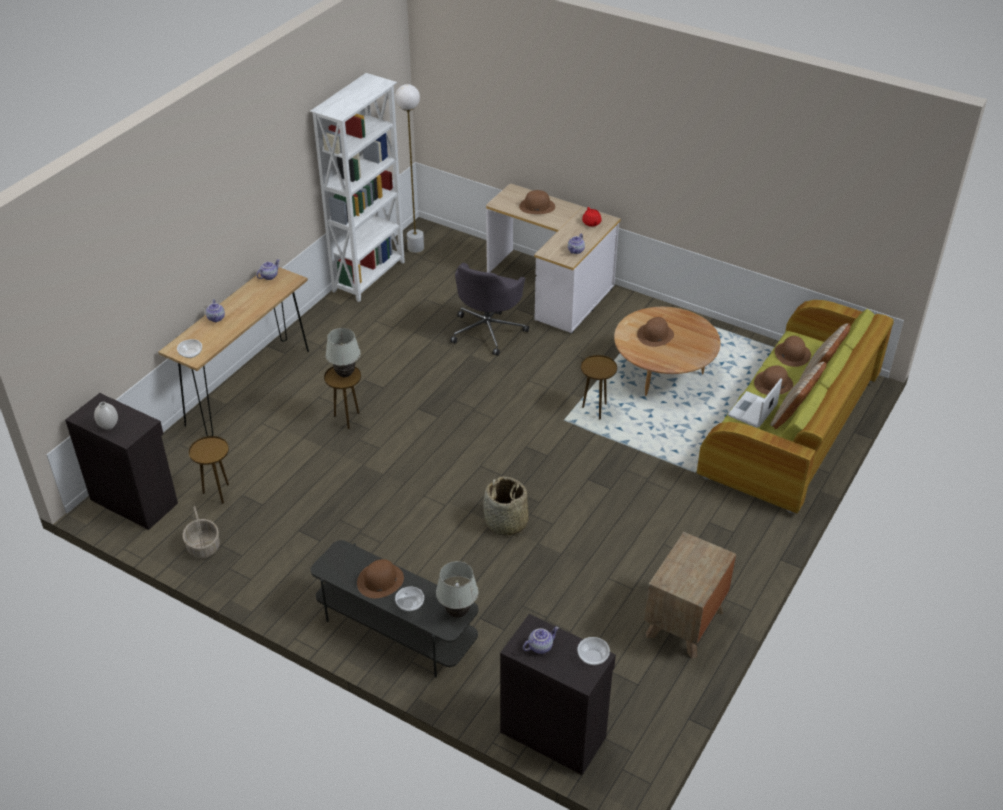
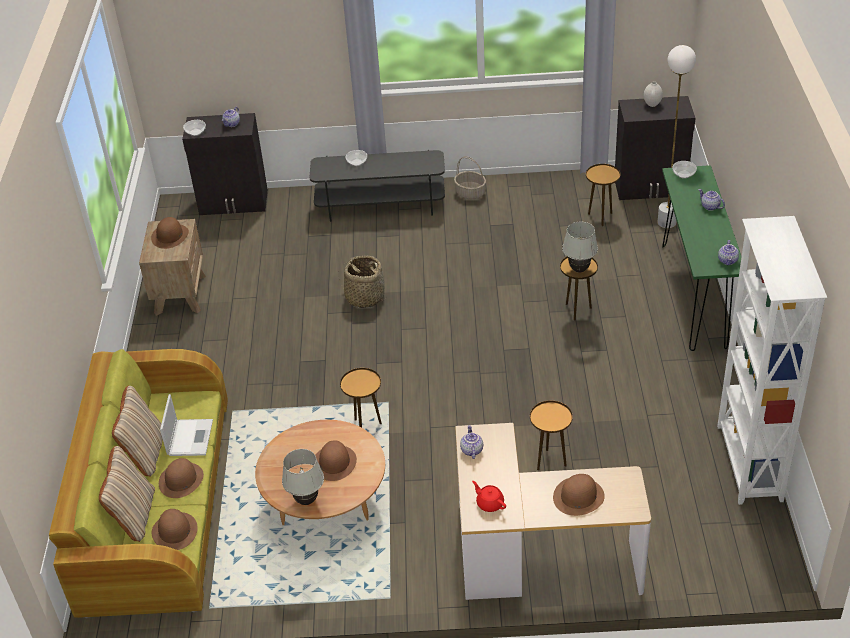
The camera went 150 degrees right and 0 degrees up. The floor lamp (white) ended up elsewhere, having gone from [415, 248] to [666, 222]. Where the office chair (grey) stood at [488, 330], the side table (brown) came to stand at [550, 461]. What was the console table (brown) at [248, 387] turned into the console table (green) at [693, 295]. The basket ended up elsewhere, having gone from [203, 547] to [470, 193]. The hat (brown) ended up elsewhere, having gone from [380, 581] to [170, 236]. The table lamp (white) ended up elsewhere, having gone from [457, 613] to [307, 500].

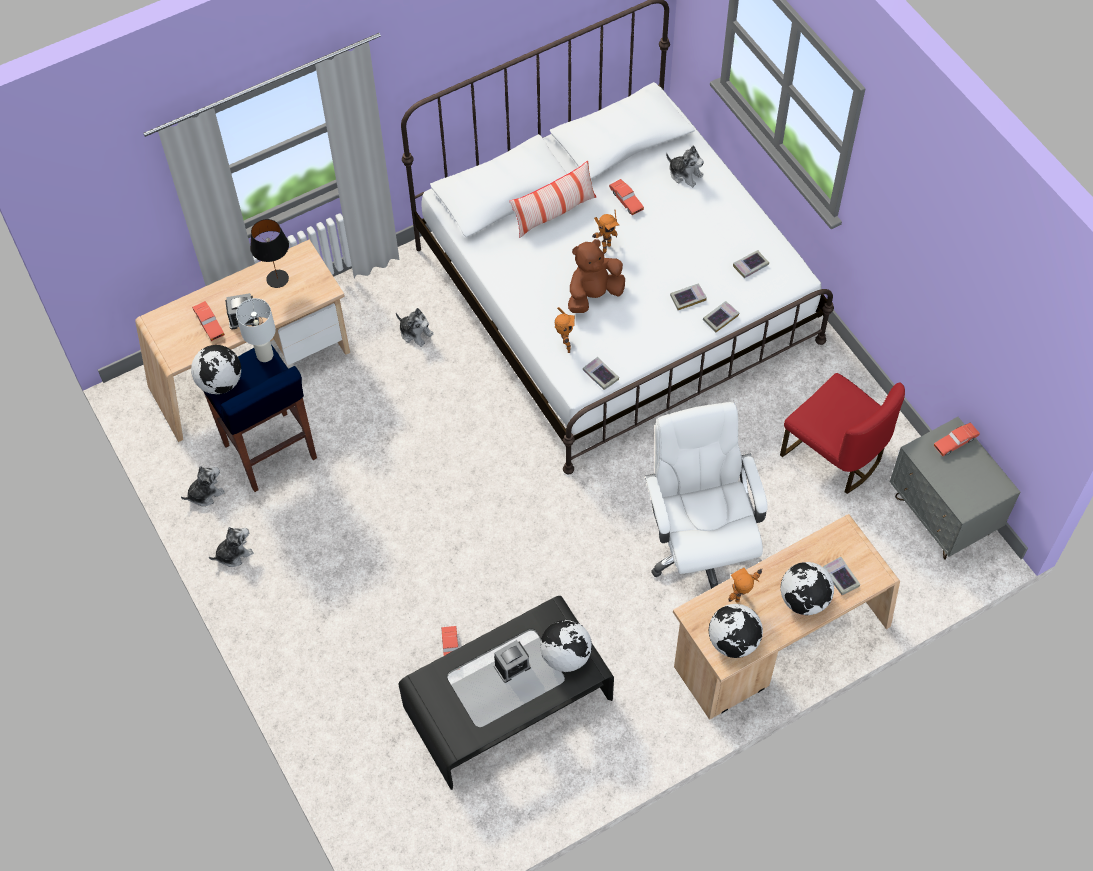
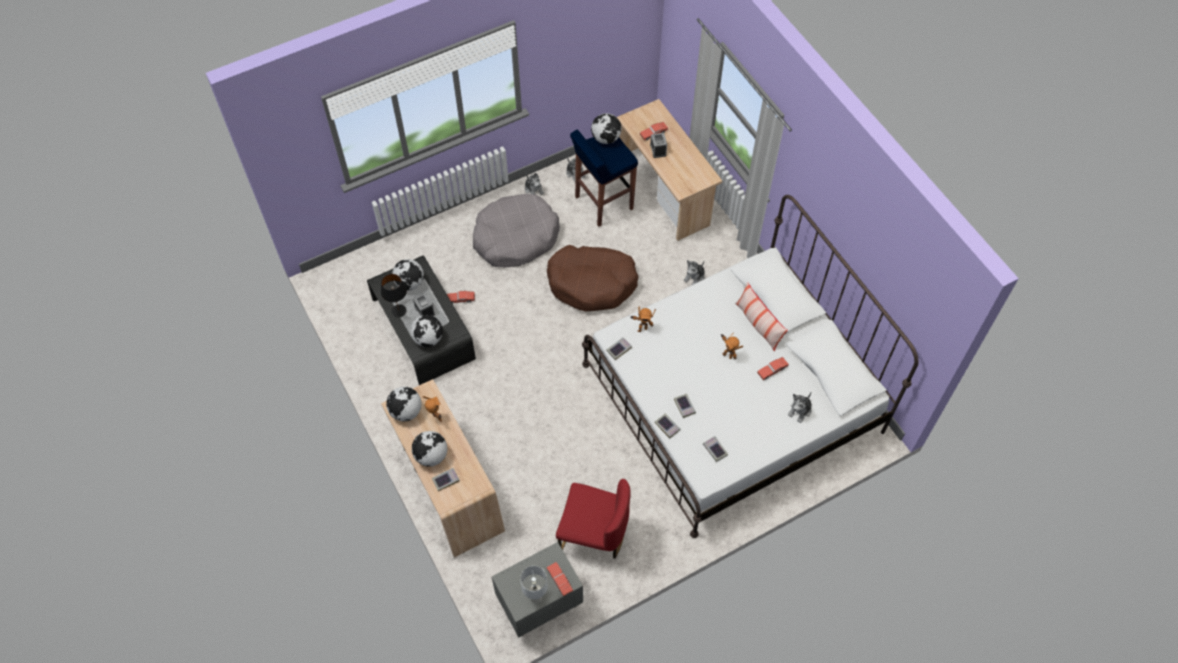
The camera went 90 degrees right and 0 degrees up. The table lamp (black) ended up elsewhere, having gone from [277, 279] to [398, 310]. The second view lost the plush toy (brown) at [593, 295]. The table lamp (white) ended up elsewhere, having gone from [264, 355] to [535, 597]. The chair (red) at [834, 455] ended up facing another way, 120 degrees counterclockwise from before. The second view lost the office chair (white) at [699, 547]. The second view gained the dog bed (grey) at [515, 238]. The second view gained the dog bed (brown) at [592, 283]. The second view gained the globe at [410, 283].

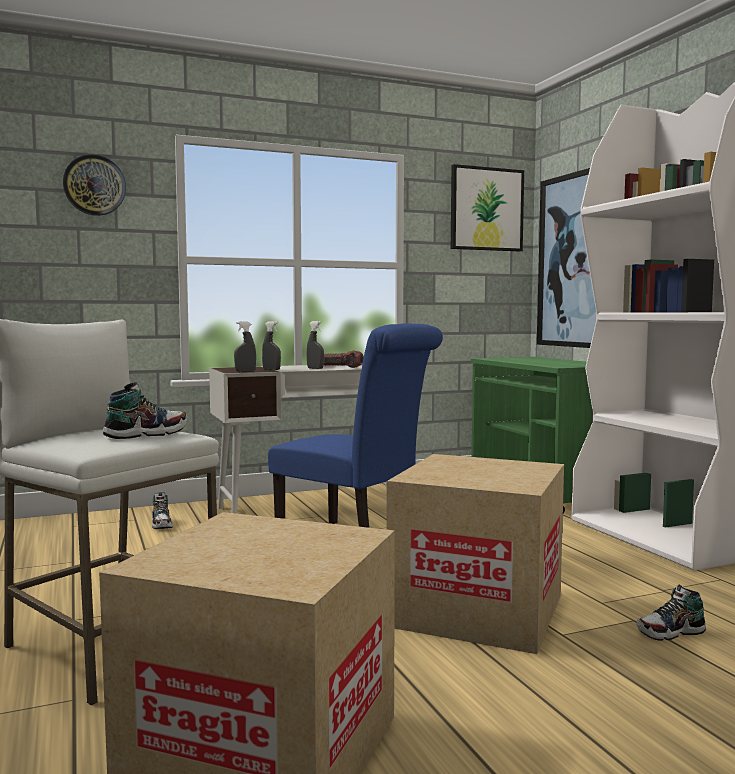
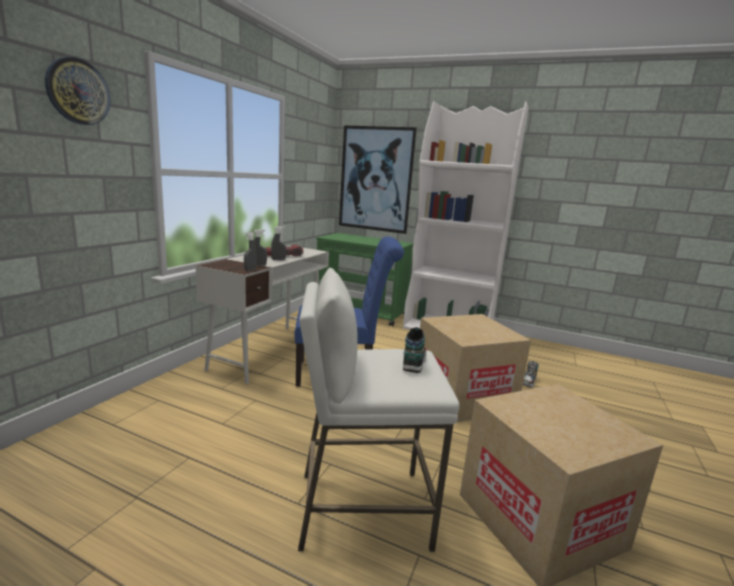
The camera went 45 degrees left and 10 degrees up. The second view lost the picture at [486, 209]. The second view lost the shoe at [162, 524].

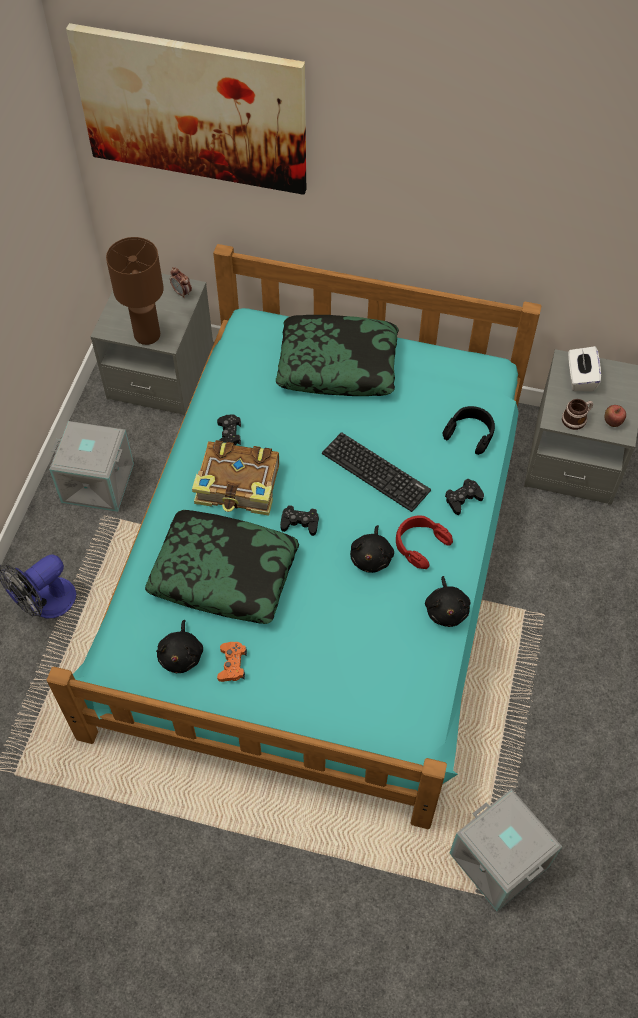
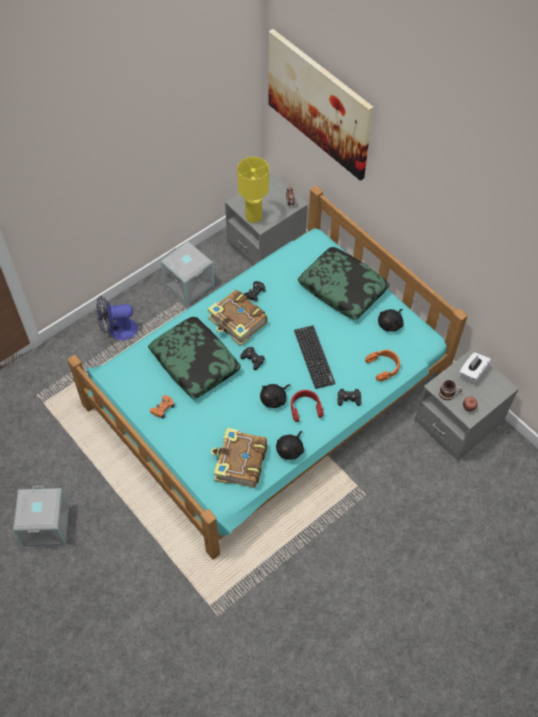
The camera went 35 degrees right and 0 degrees up. What was the table lamp (brown) at [146, 335] turned into the table lamp (yellow) at [253, 216]. What was the headphones (black) at [470, 433] turned into the headphones (orange) at [383, 367]. The plush toy (black) ended up elsewhere, having gone from [181, 655] to [390, 324]. The storage box (grey) ended up elsewhere, having gone from [500, 859] to [47, 526]. The second view gained the book at [239, 463].

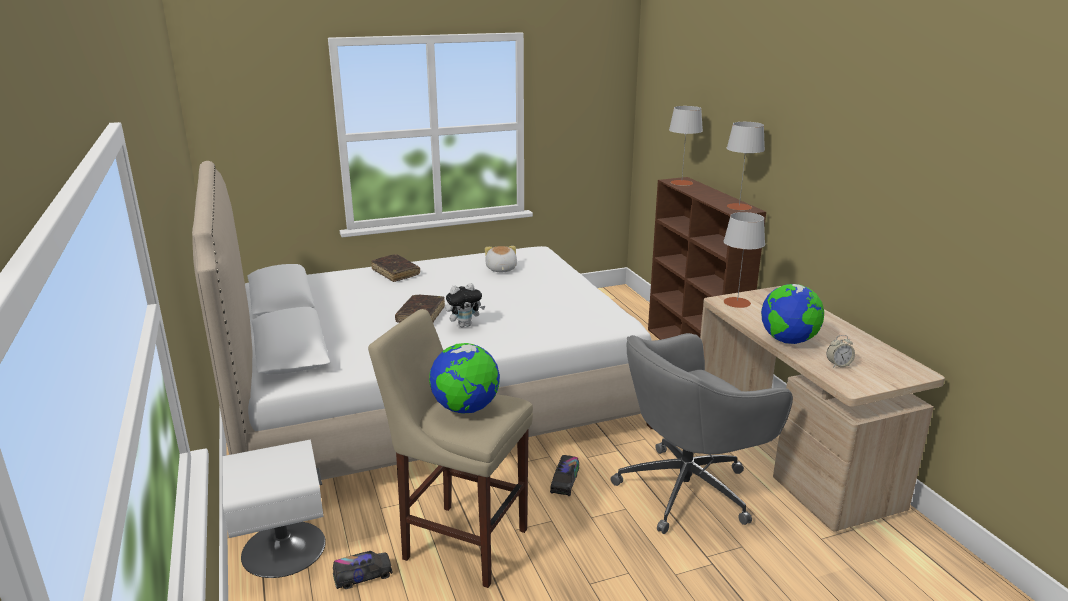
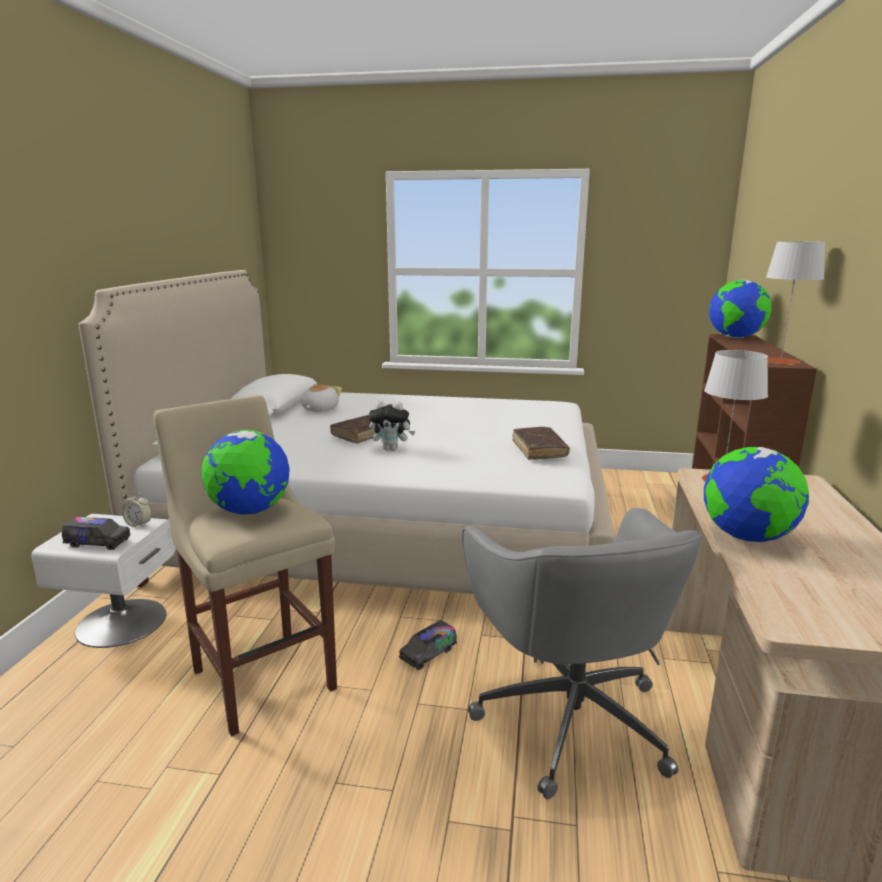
The camera went 30 degrees right and 5 degrees down. Where the table lamp (grey) stood at [681, 183], the globe came to stand at [735, 338]. The plush toy ended up elsewhere, having gone from [500, 269] to [319, 409]. The book (brown) ended up elsewhere, having gone from [395, 273] to [539, 450]. The office chair (grey) at [688, 489] ended up facing another way, 105 degrees counterclockwise from before. The alarm clock ended up elsewhere, having gone from [838, 365] to [139, 524]. The toy truck ended up elsewhere, having gone from [363, 576] to [98, 543].

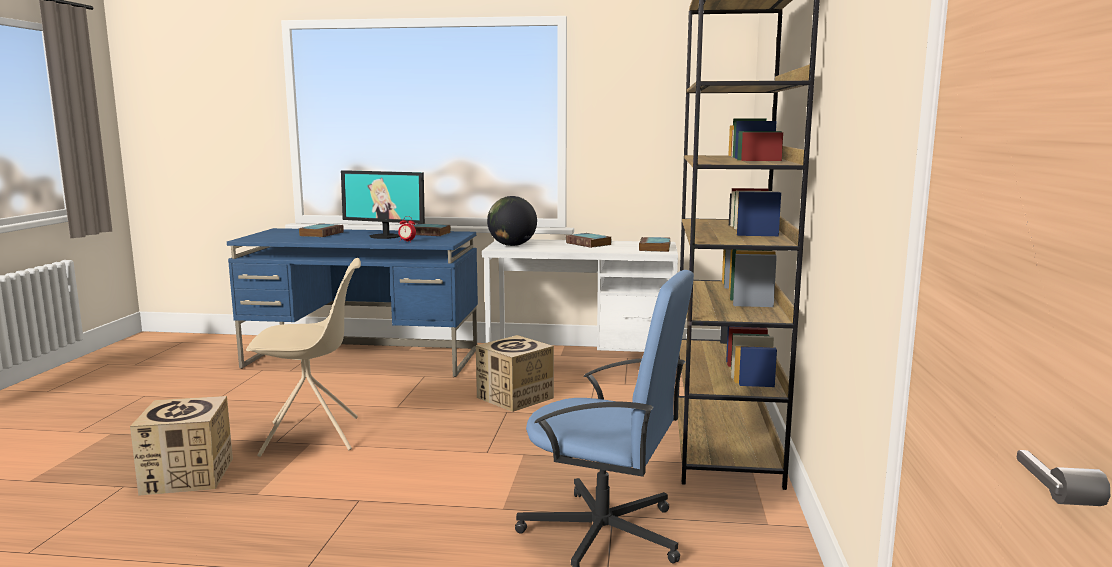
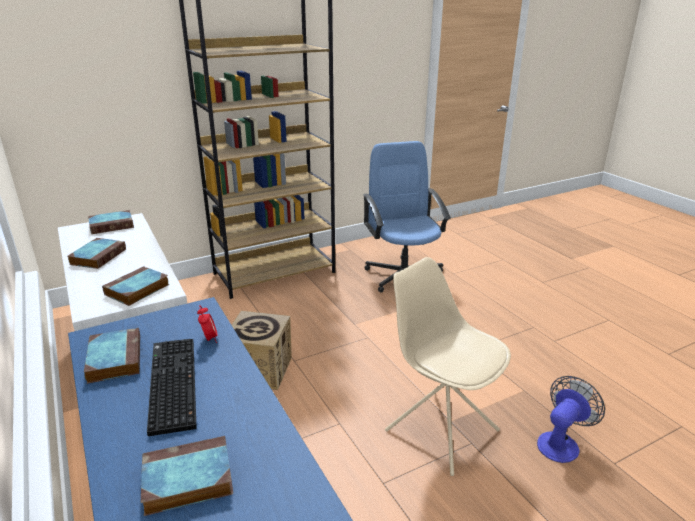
The camera went 125 degrees left and 15 degrees up. Where the monitor stood at [385, 236], the keyboard came to stand at [171, 384]. Where the globe stood at [512, 245], the book came to stand at [136, 290]. Where the cardboard box stood at [188, 476], the fan came to stand at [561, 442].

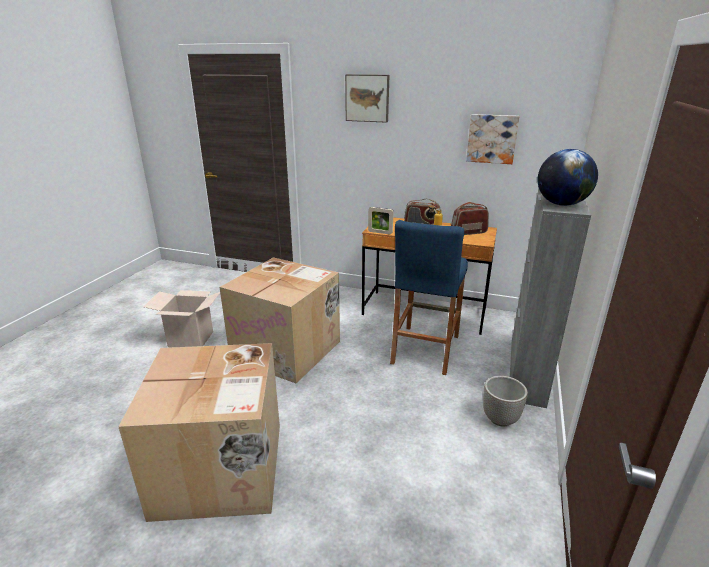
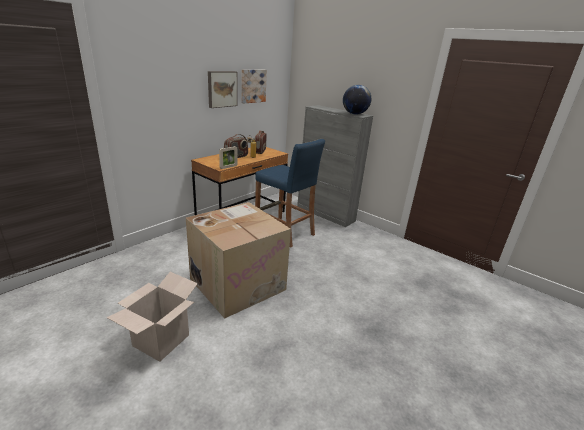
The camera went 70 degrees left and 0 degrees up. The picture ended up elsewhere, having gone from [367, 98] to [221, 89]. The second view lost the cardboard box at [222, 470]. The second view lost the planter at [500, 419].

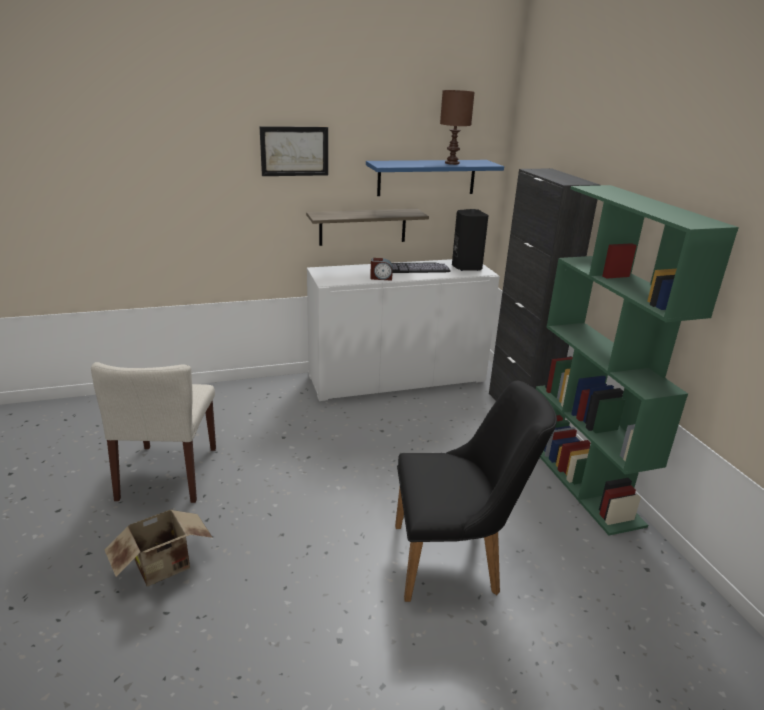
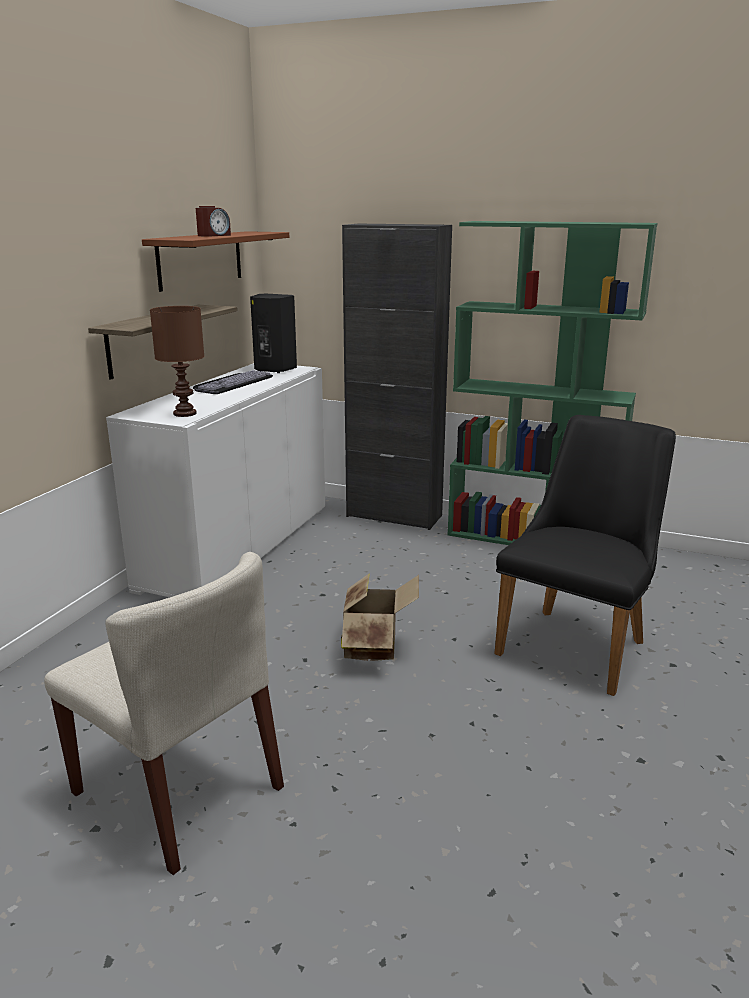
The camera went 50 degrees left and 5 degrees down. The table lamp (brown) ended up elsewhere, having gone from [451, 163] to [184, 414]. The second view lost the picture at [294, 151]. What was the shelf (blue) at [426, 177] turned into the shelf (brown) at [200, 259]. The alarm clock ended up elsewhere, having gone from [381, 278] to [213, 235]. The cardboard box ended up elsewhere, having gone from [165, 567] to [376, 646].

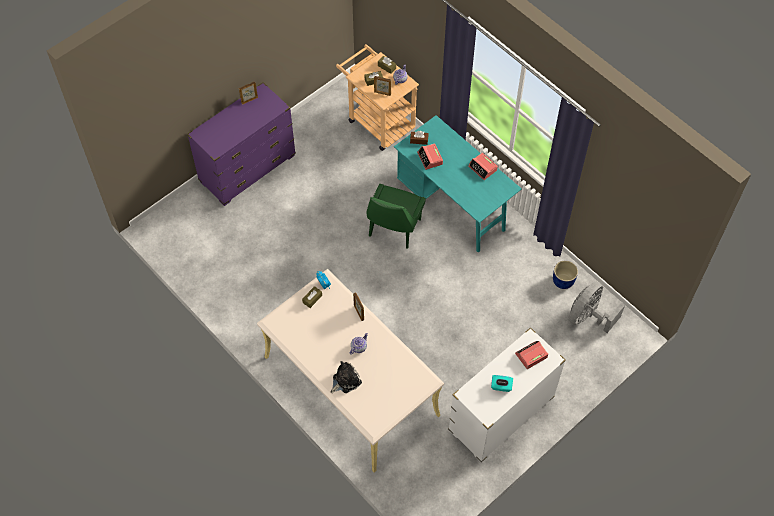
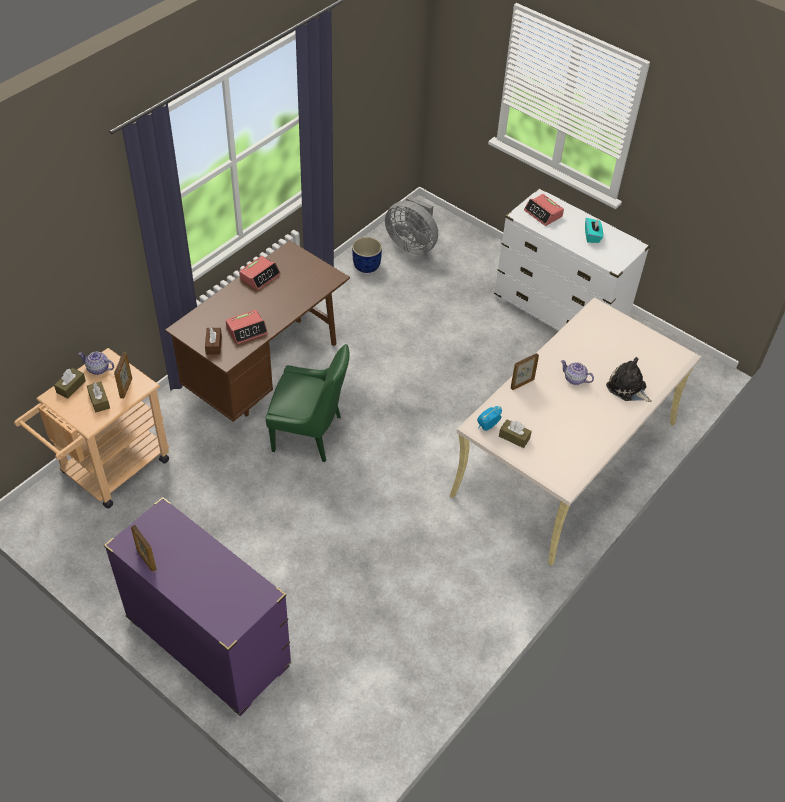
The camera went 100 degrees left and 10 degrees down. What was the desk (turquoise) at [453, 206] turned into the desk (brown) at [265, 372].

